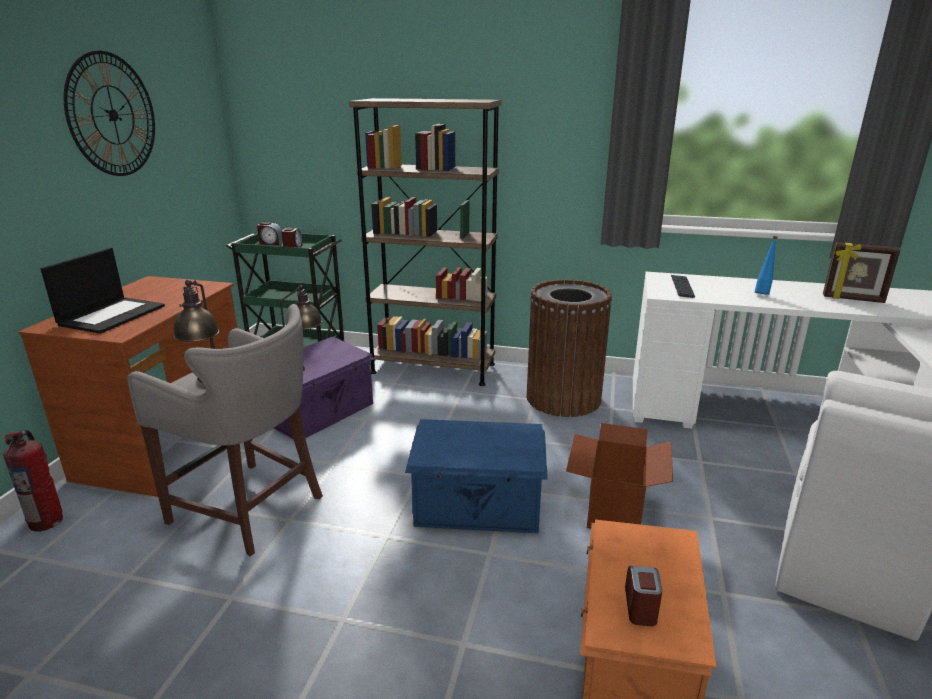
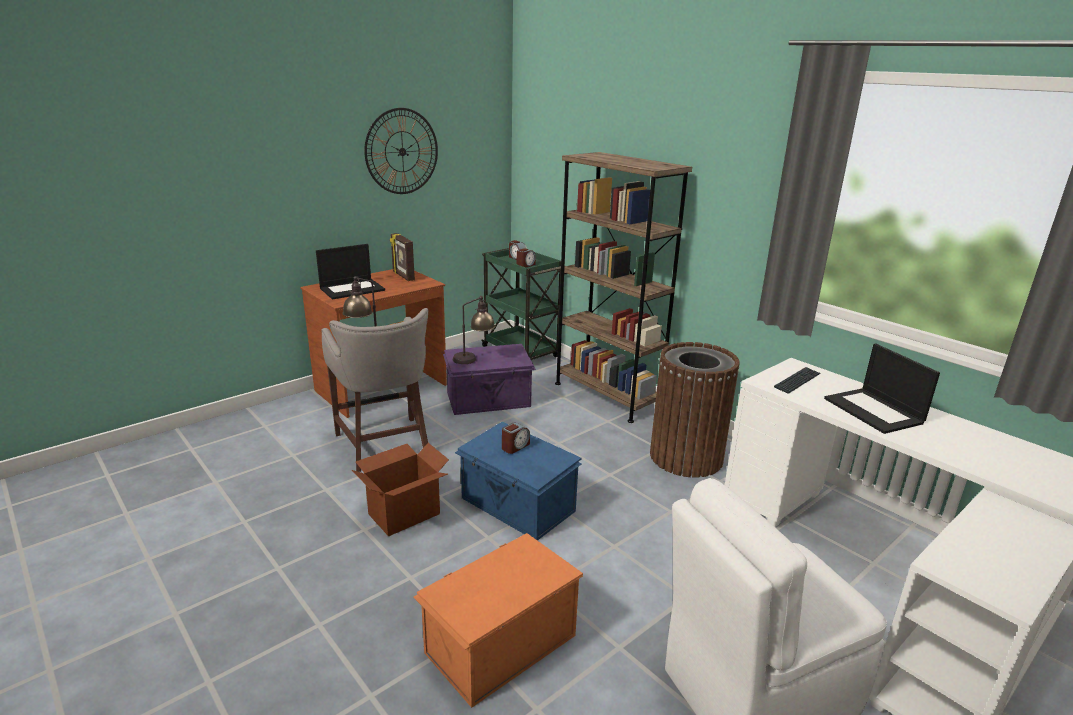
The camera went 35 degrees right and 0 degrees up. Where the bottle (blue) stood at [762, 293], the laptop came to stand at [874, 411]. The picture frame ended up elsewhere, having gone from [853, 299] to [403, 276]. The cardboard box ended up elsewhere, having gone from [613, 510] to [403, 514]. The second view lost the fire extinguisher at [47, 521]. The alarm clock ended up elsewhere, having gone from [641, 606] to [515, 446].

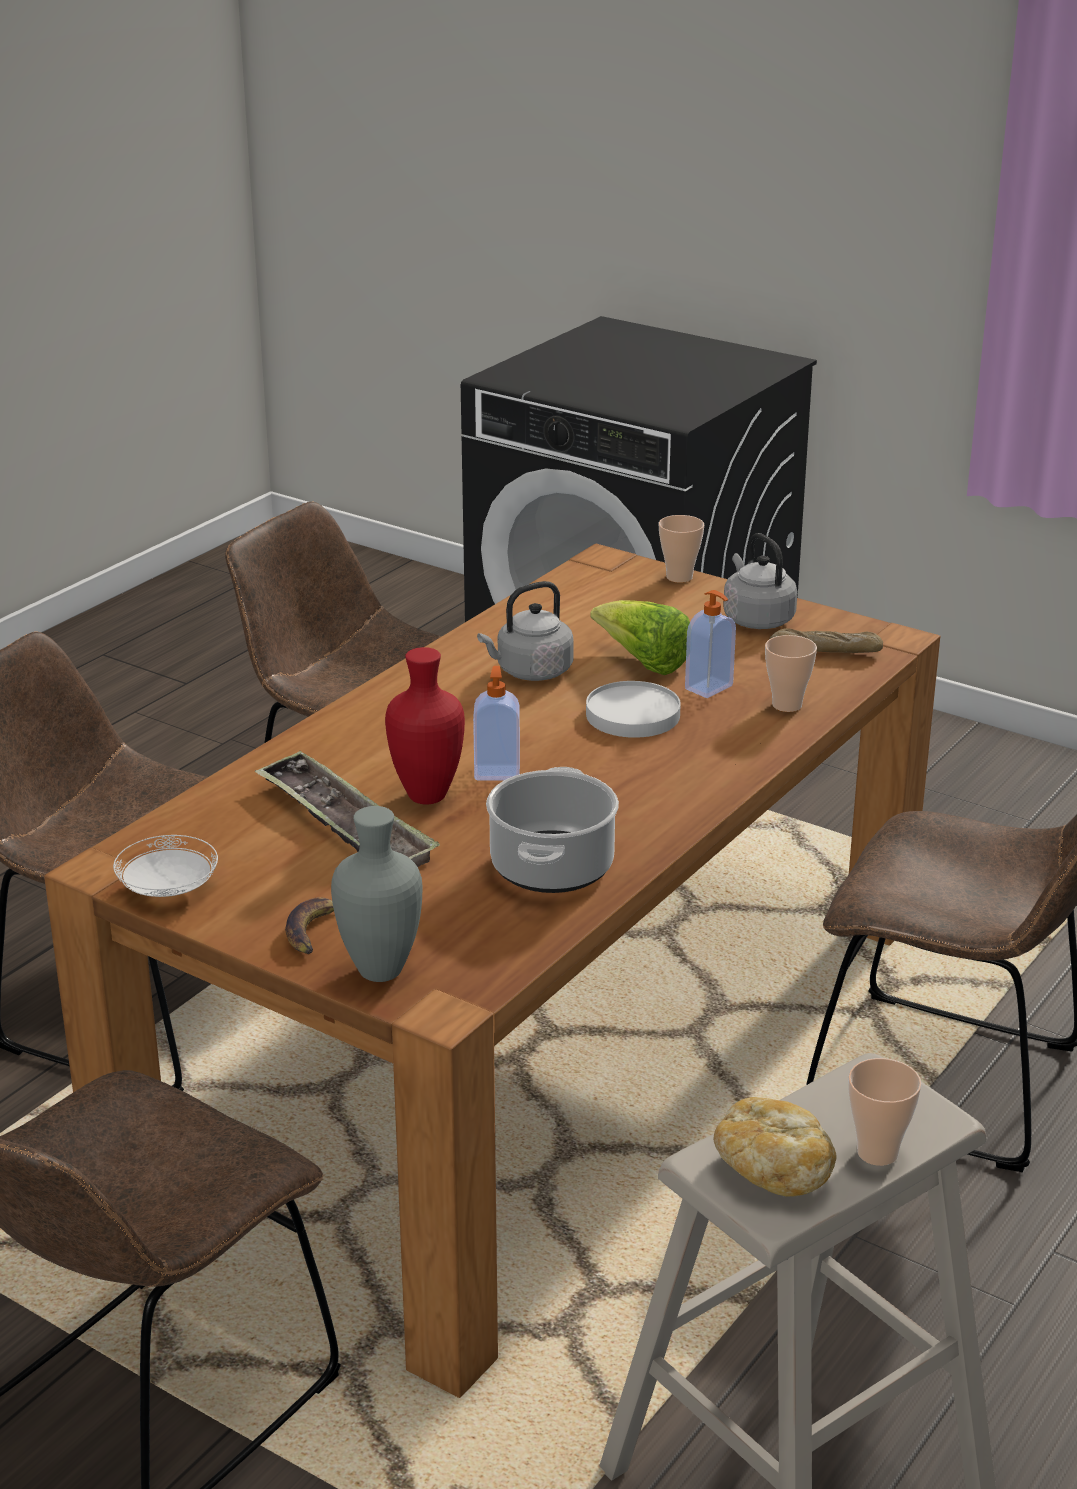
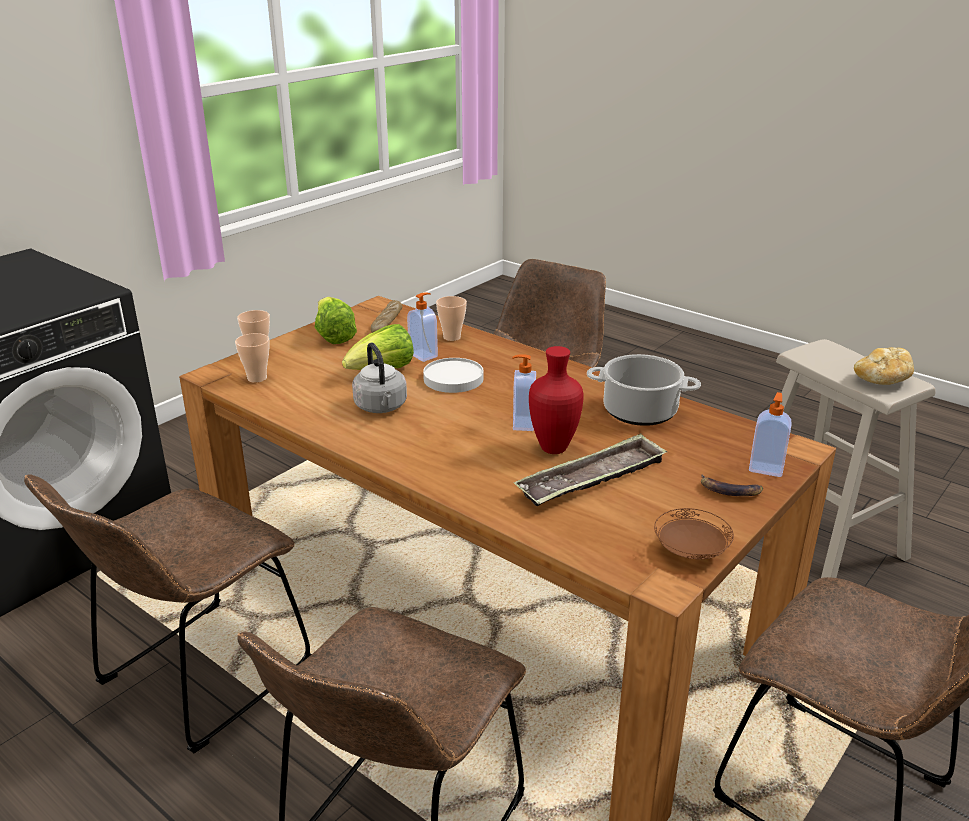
The camera went 85 degrees left and 0 degrees up. Where the kettle (grey) stood at [756, 618], the lettuce came to stand at [334, 336]. Where the vase (grey) stood at [379, 969], the soap dispenser came to stand at [766, 468]. What was the plate (white) at [168, 891] turned into the plate (brown) at [691, 552]. The cup ended up elsewhere, having gone from [877, 1152] to [257, 378].

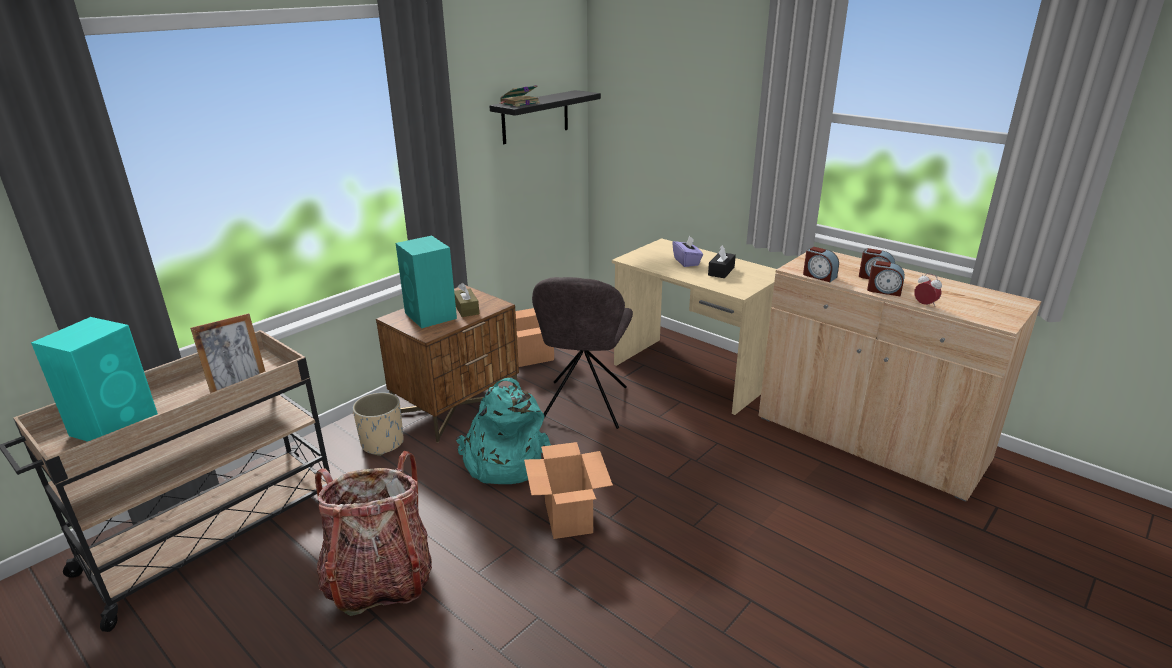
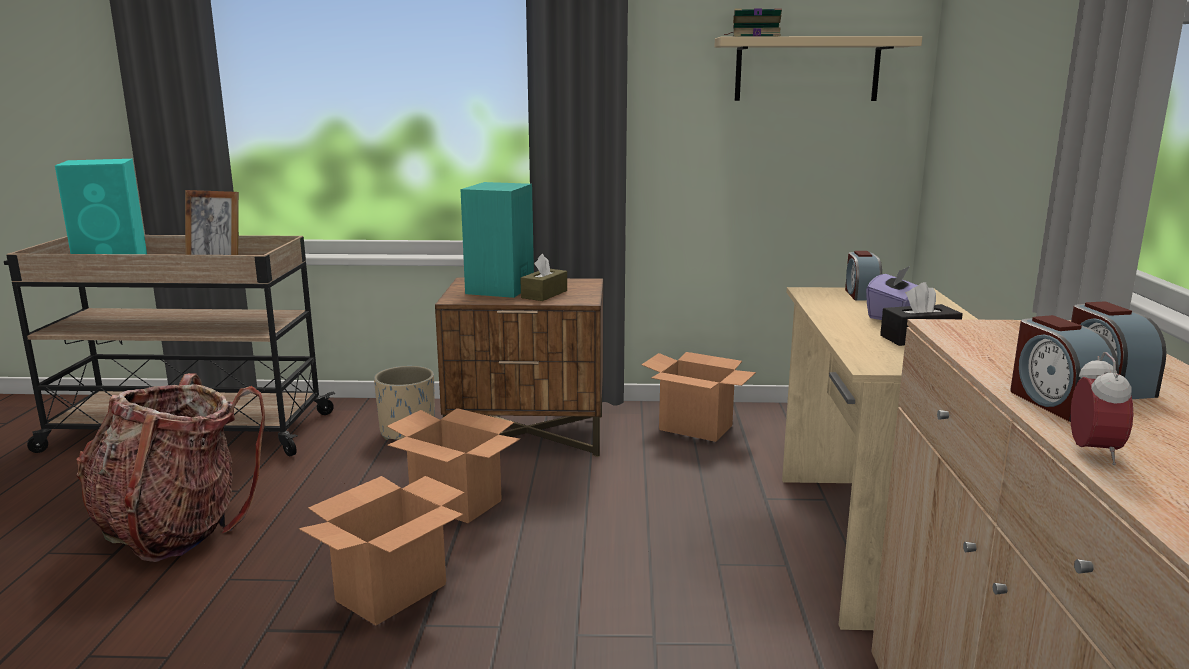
The camera went 50 degrees right and 10 degrees down. What was the shelf (black) at [535, 117] turned into the shelf (beige) at [807, 69]. The alarm clock ended up elsewhere, having gone from [819, 276] to [861, 294]. The second view lost the chair (grey) at [583, 407]. Where the backpack (turquoise) stood at [503, 461], the cardboard box came to stand at [457, 503].

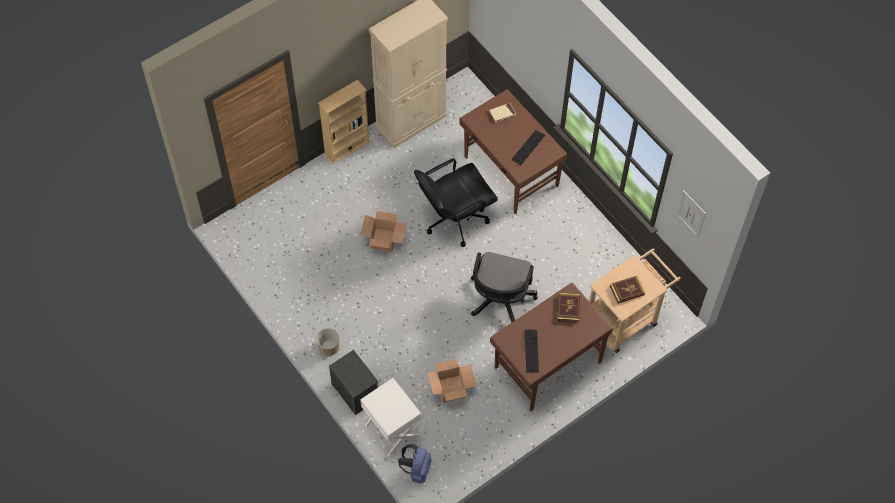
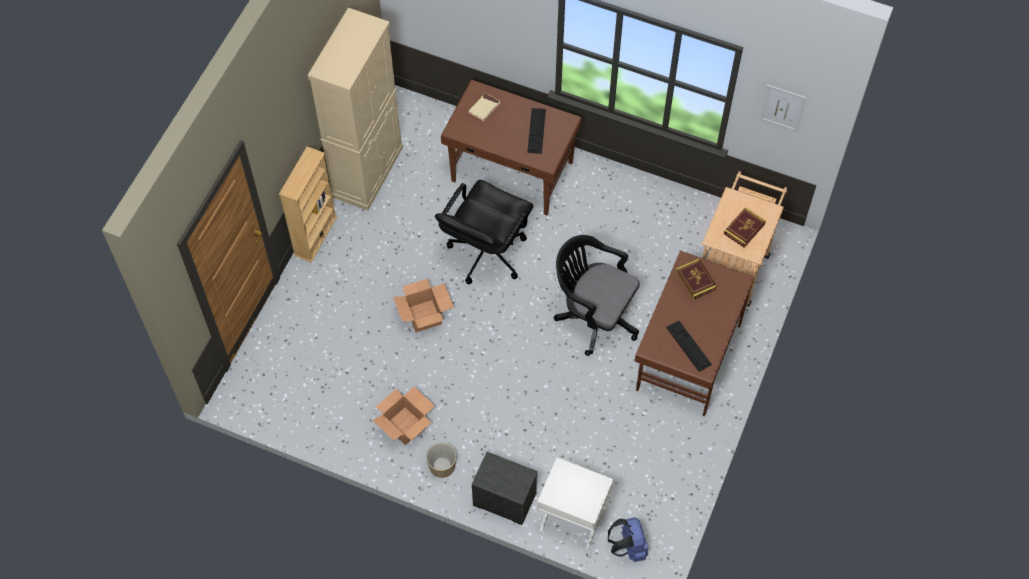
The camera went 30 degrees left and 0 degrees up. The office chair (black) at [500, 301] ended up facing another way, 135 degrees clockwise from before. The cardboard box ended up elsewhere, having gone from [450, 388] to [404, 425].

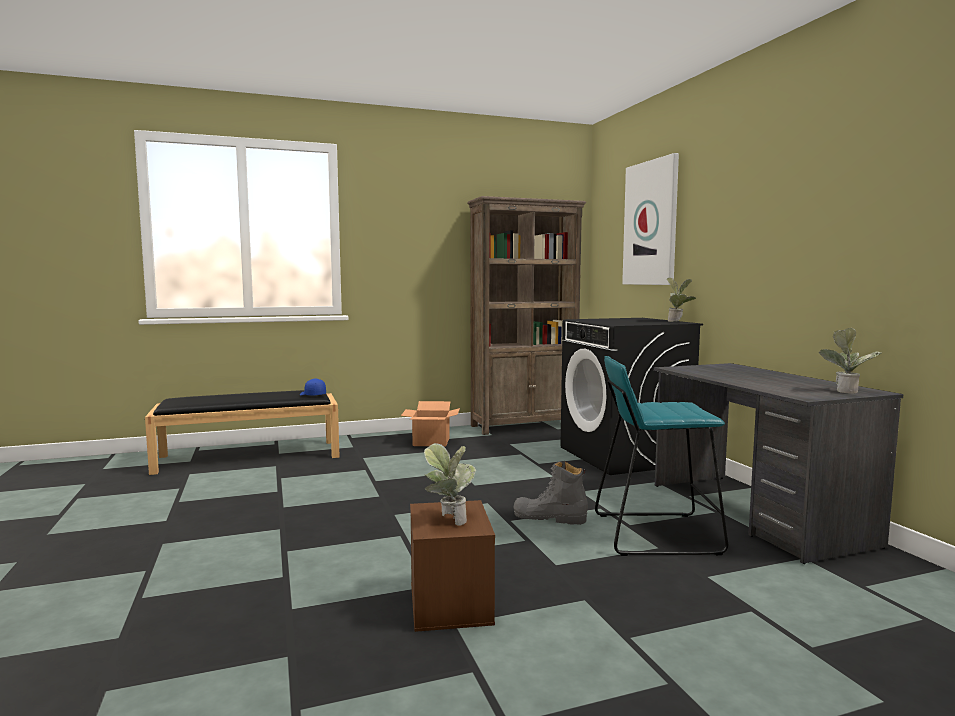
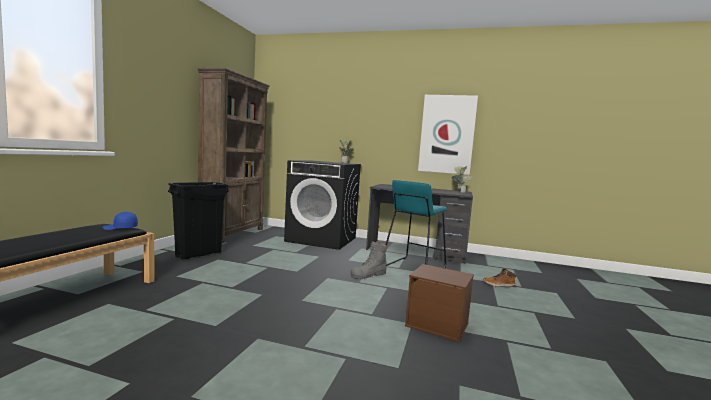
The camera went 55 degrees left and 0 degrees up. The picture ended up elsewhere, having gone from [651, 223] to [447, 134]. Where the cardboard box stood at [432, 442], the trash can (black) came to stand at [199, 254]. The second view lost the potted plant at [448, 521]. The second view gained the boot at [498, 285].

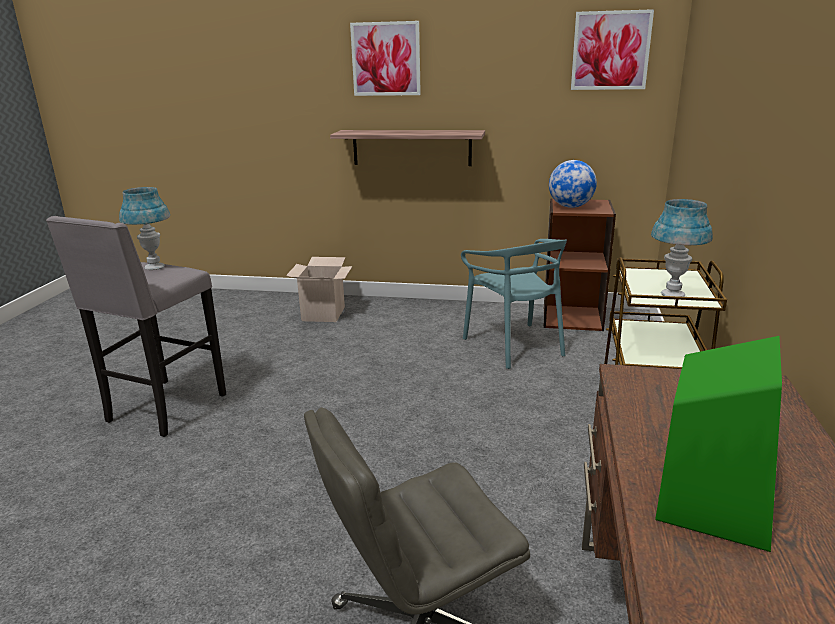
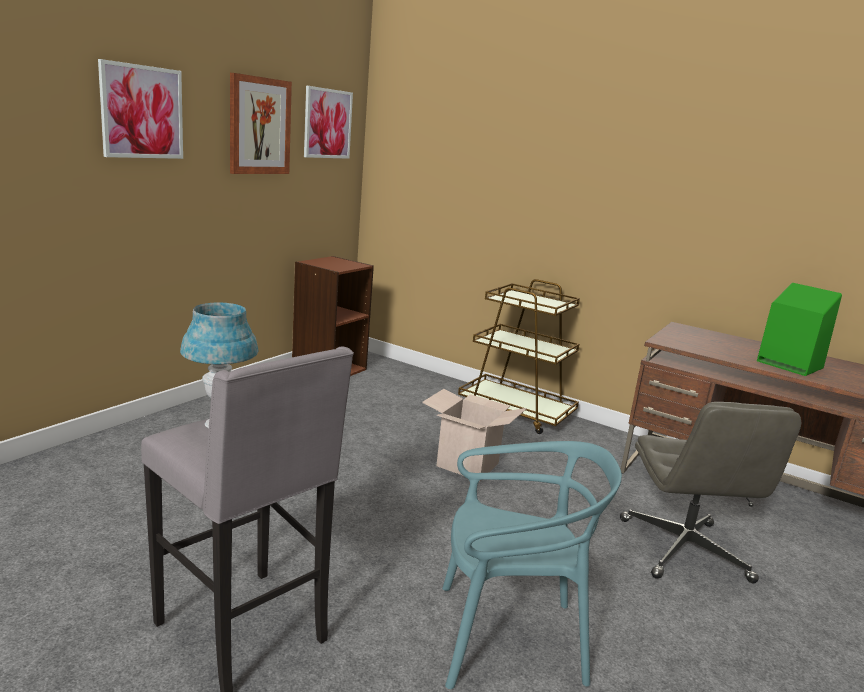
The camera went 70 degrees left and 5 degrees down. The second view lost the shelf at [411, 147]. The second view lost the globe at [570, 207]. The second view lost the table lamp (blue) at [672, 294]. The chair (turquoise) ended up elsewhere, having gone from [514, 345] to [507, 638]. The cardboard box ended up elsewhere, having gone from [323, 314] to [467, 464]. The second view gained the picture at [259, 126].

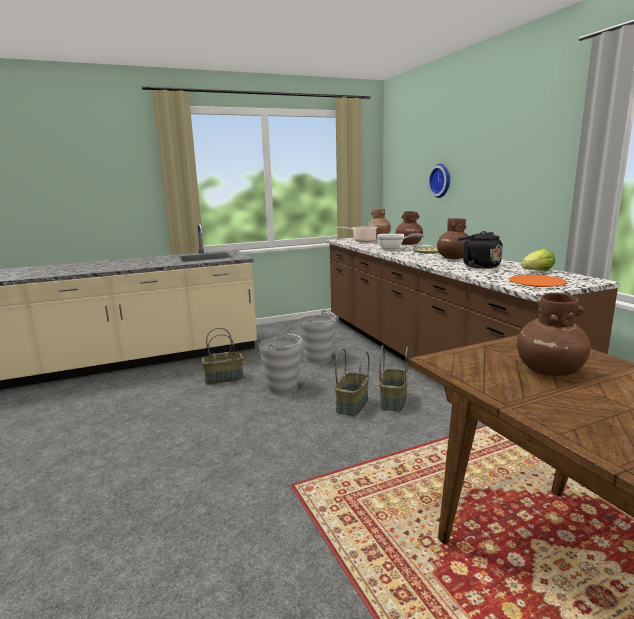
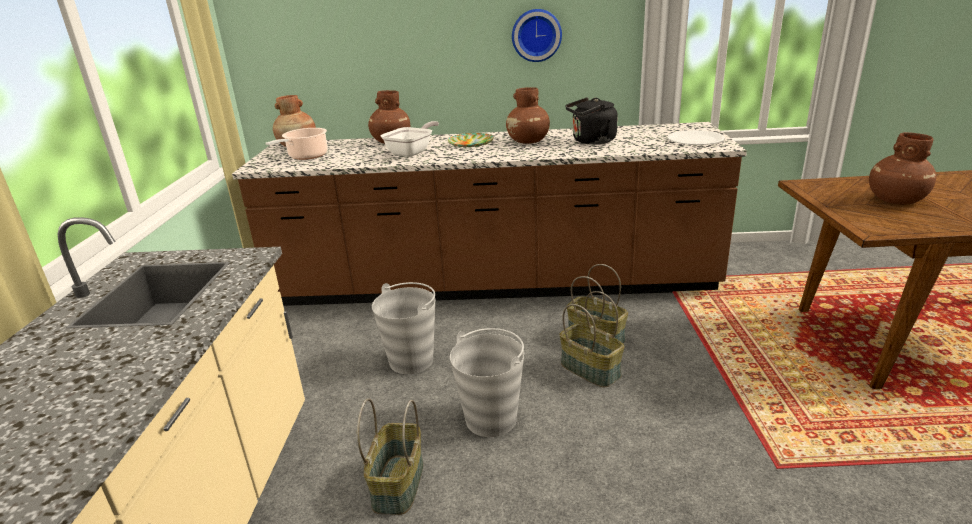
The camera went 65 degrees left and 10 degrees up. The wall clock ended up elsewhere, having gone from [441, 180] to [536, 35]. The second view lost the lettuce at [537, 271]. What was the plate (orange) at [536, 282] turned into the plate (white) at [695, 140].

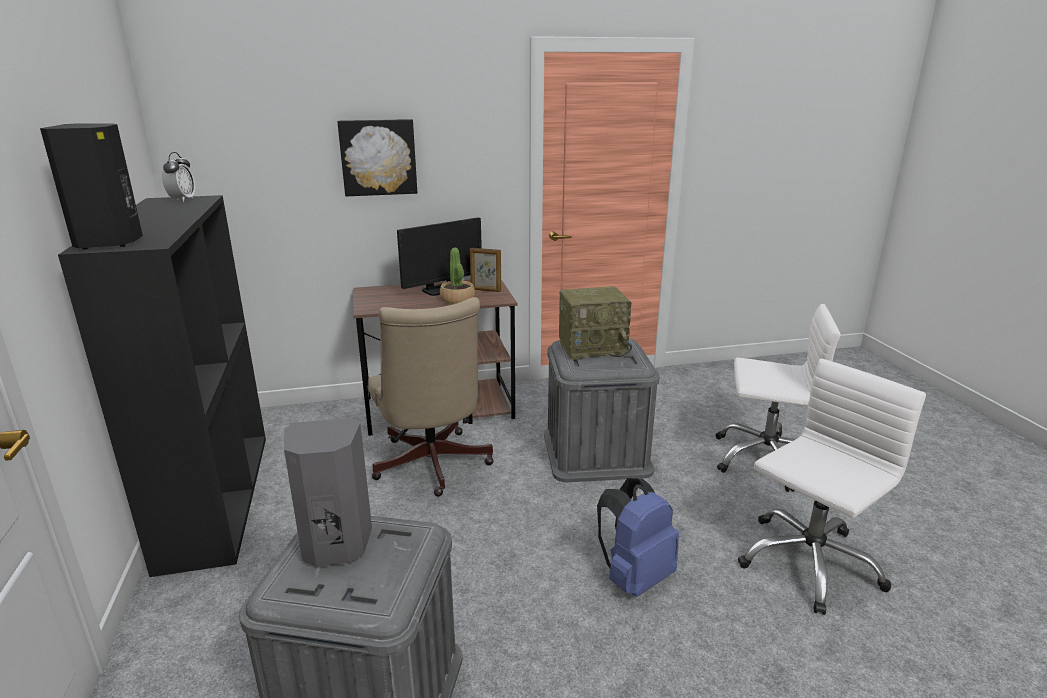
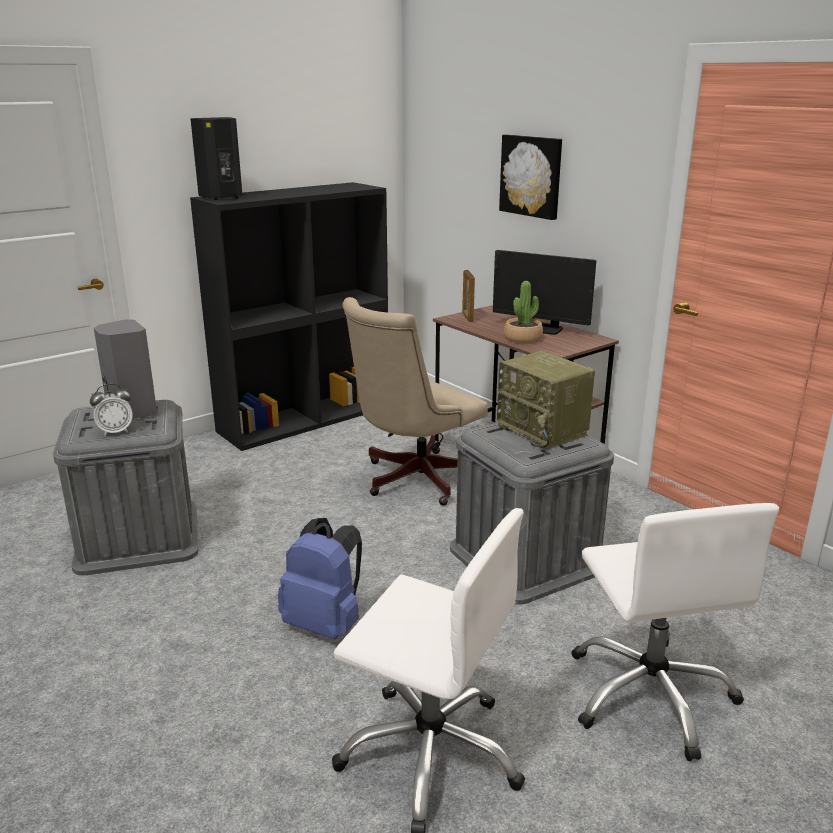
The camera went 65 degrees right and 0 degrees up. The alarm clock ended up elsewhere, having gone from [182, 200] to [115, 432]. The picture frame ended up elsewhere, having gone from [485, 290] to [467, 317].

